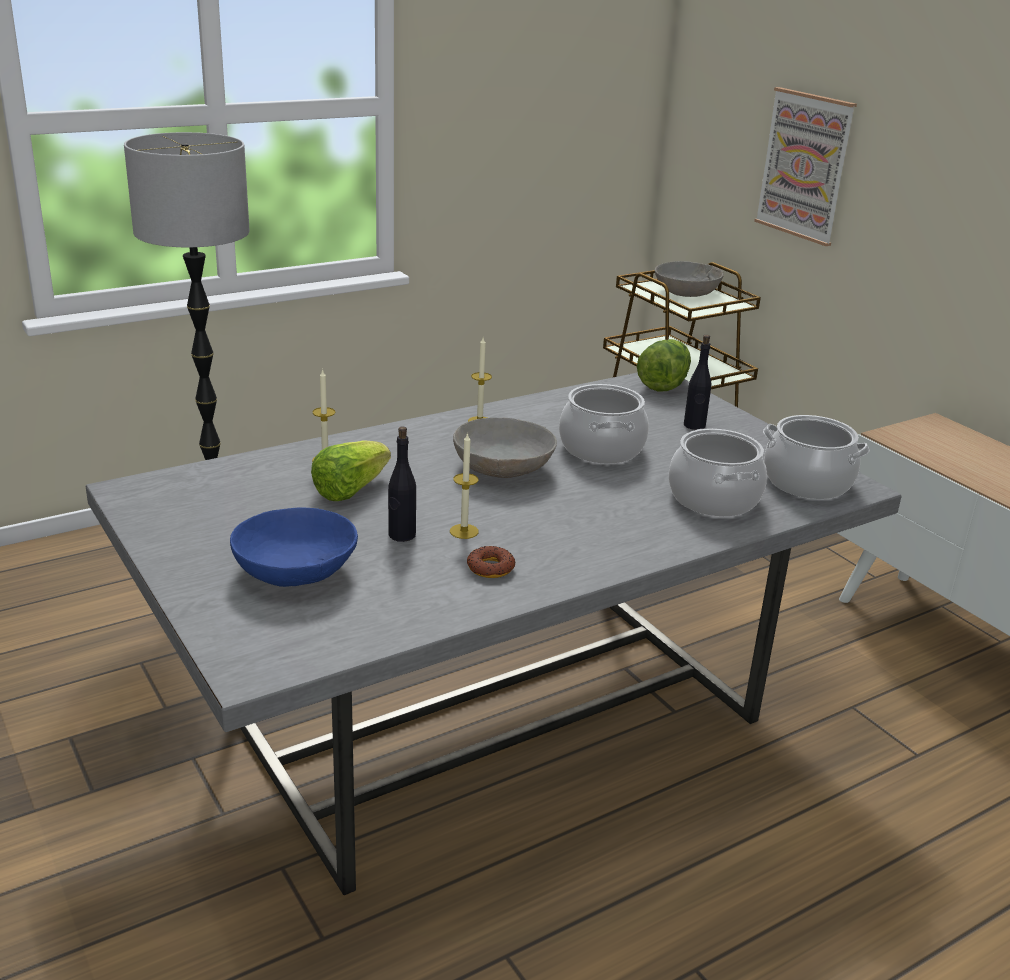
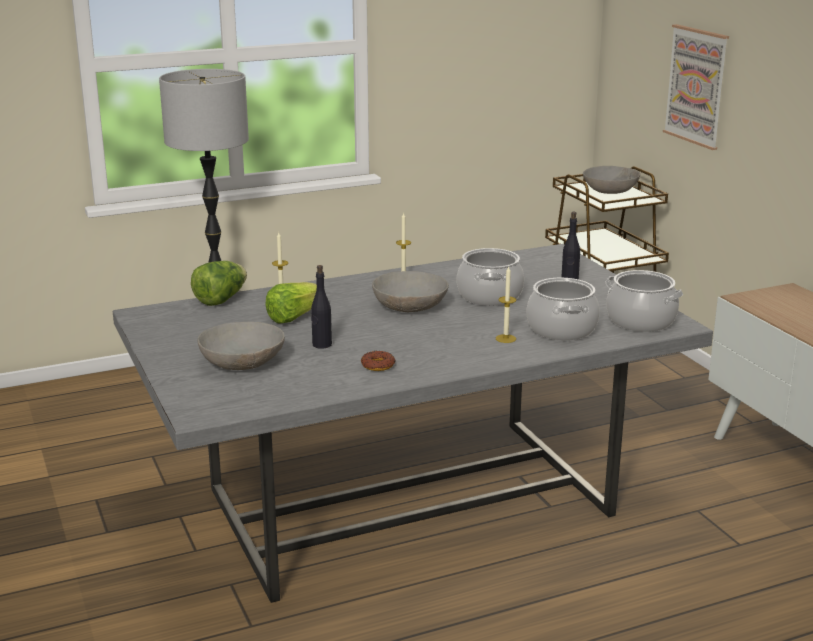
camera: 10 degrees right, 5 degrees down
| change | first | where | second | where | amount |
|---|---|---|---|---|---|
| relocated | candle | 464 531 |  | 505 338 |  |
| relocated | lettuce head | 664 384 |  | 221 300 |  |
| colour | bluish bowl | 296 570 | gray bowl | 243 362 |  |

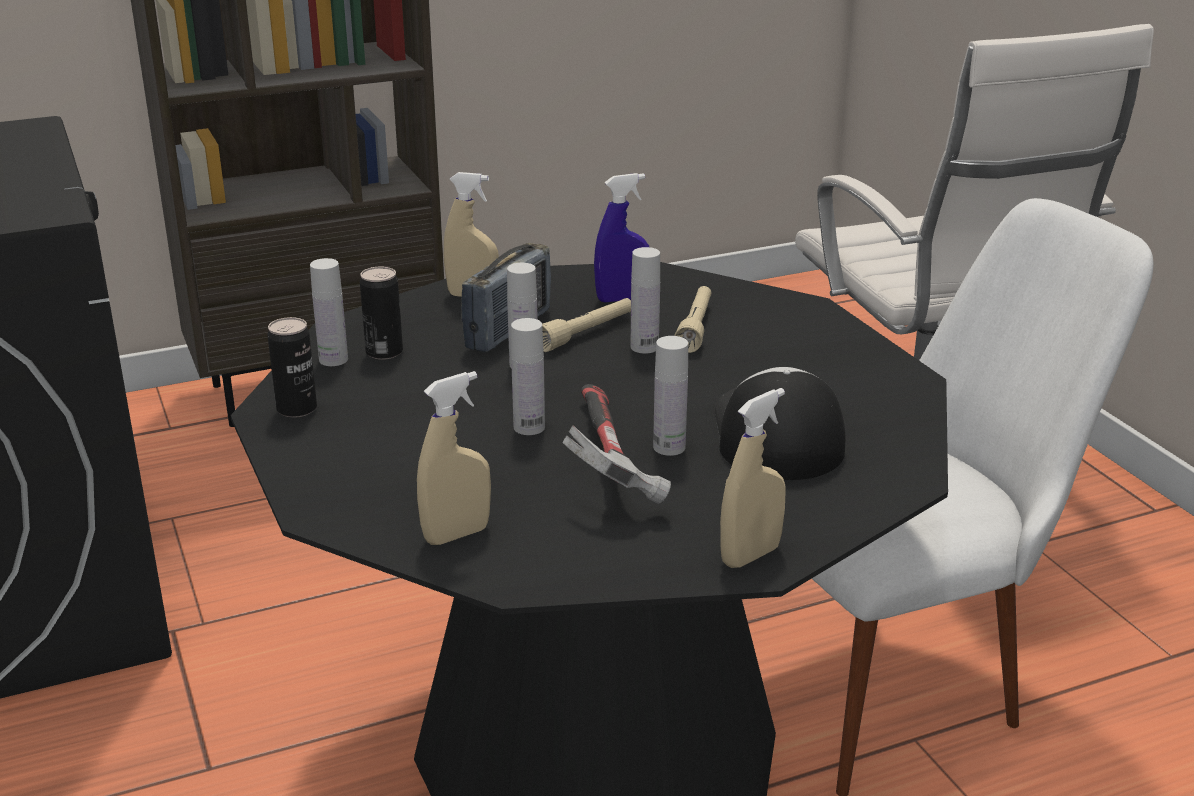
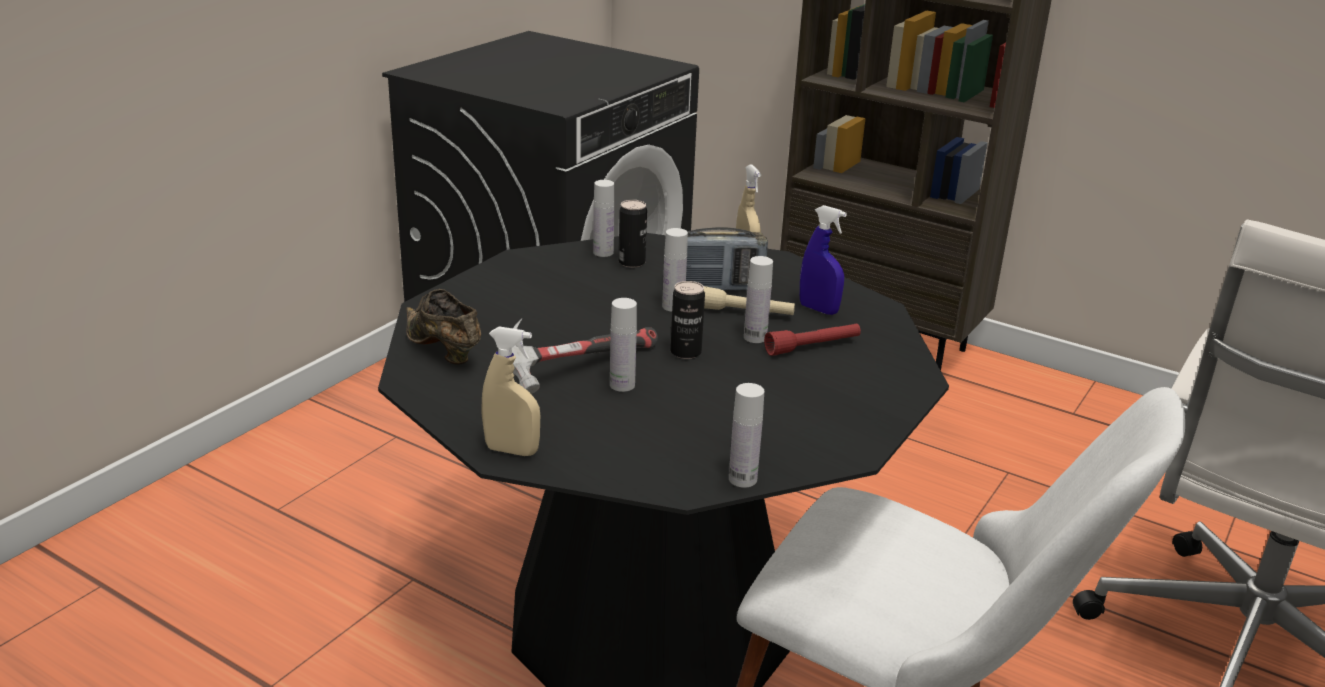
camera: 55 degrees right, 0 degrees up
| change | first | where | second | where | amount |
|---|---|---|---|---|---|
| missing | peaked cap | 775 434 |  |  |  |
| relocated | can | 297 409 |  | 685 352 |  |
| relocated | white-coloured beverage bottle | 529 427 |  | 742 479 |  |
| exchanged | beige-coloured sprayer | 457 534 | brownish low shoe | 442 350 |  |
| colour | beige-coloured flashlight | 695 328 | red flashlight | 813 347 |  |

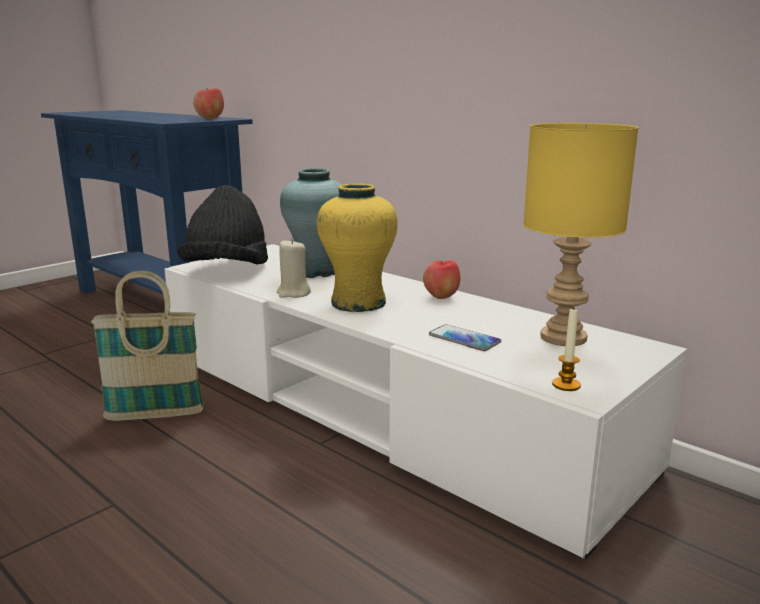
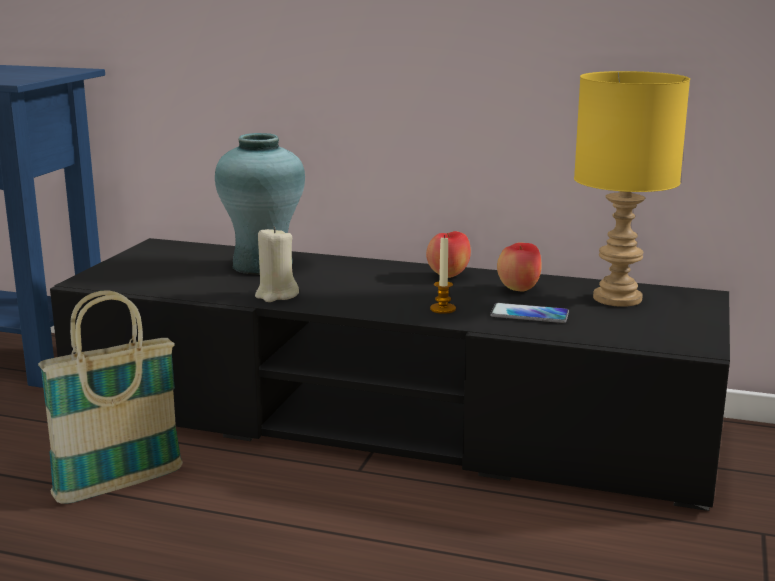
camera: 25 degrees left, 0 degrees up
| change | first | where | second | where | amount |
|---|---|---|---|---|---|
| missing | black hat | 227 271 |  |  |  |
| missing | yellow-coloured vase | 358 303 |  |  |  |
| relocated | apple fruit | 210 119 |  | 519 290 |  |
| relocated | candle | 566 385 |  | 443 309 |  |
| colour | white-coloured tv unit | 380 408 | black tv unit | 387 420 |  |

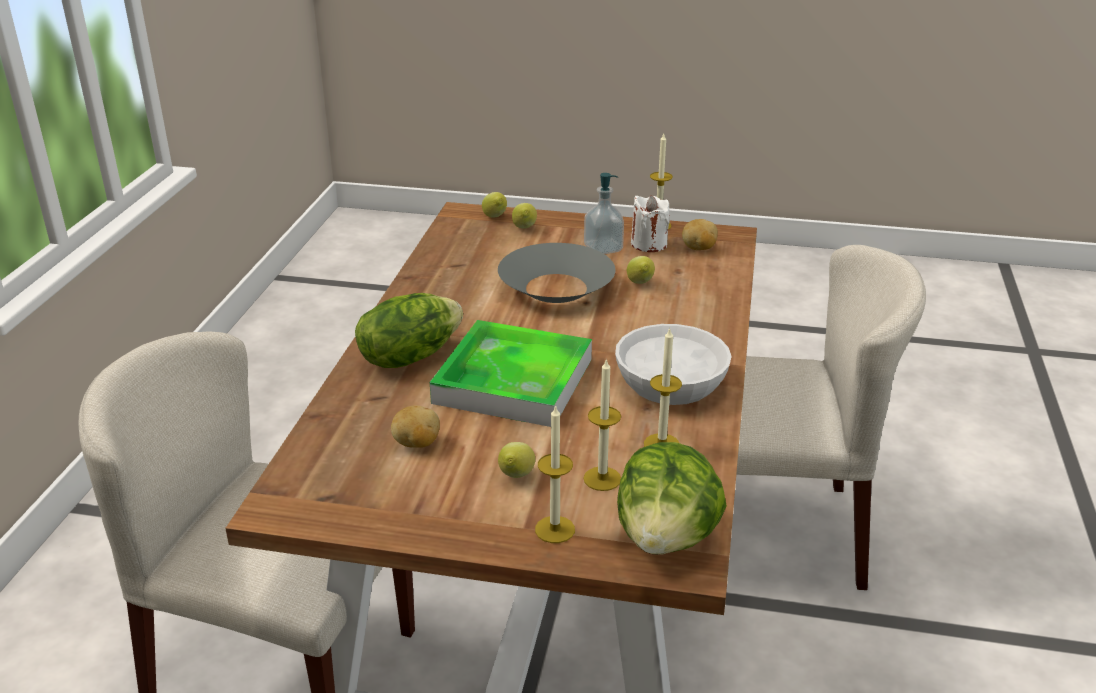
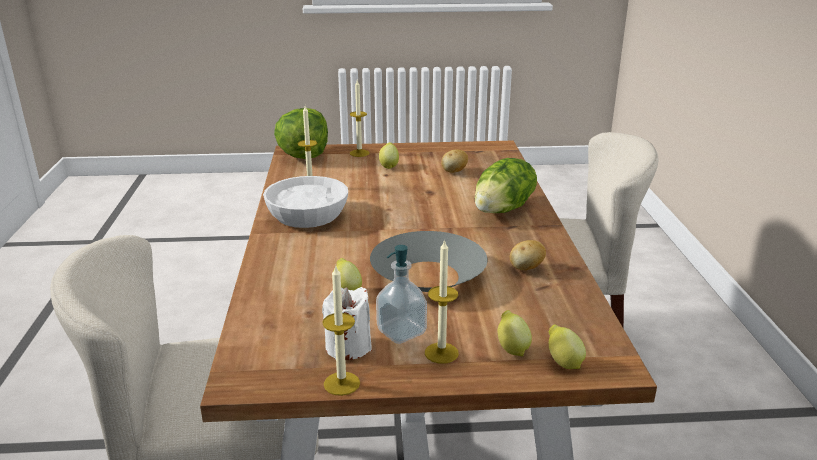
camera: 165 degrees right, 5 degrees down
| change | first | where | second | where | amount |
|---|---|---|---|---|---|
| missing | serving tray | 513 381 |  |  |  |
| relocated | candle | 602 479 |  | 441 353 |  |
| relocated | whole potato | 698 248 |  | 526 268 |  |

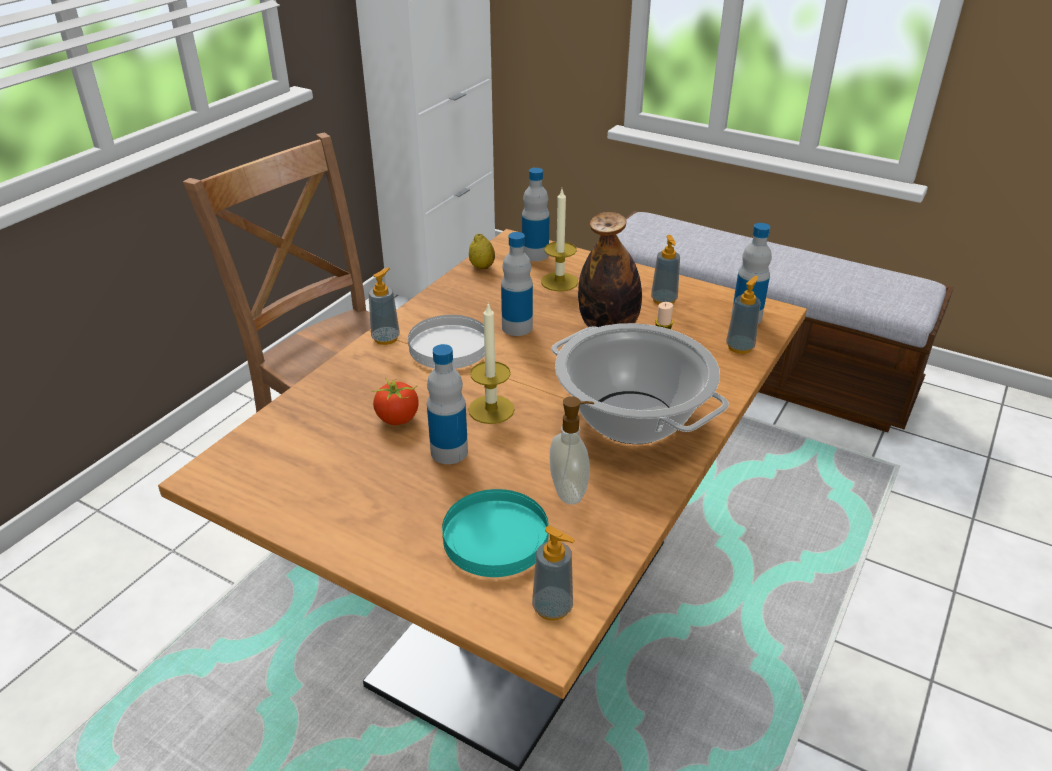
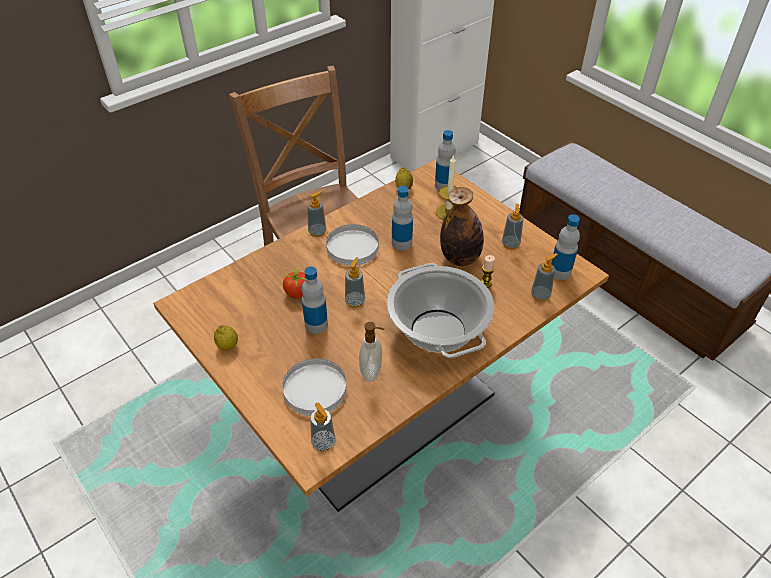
camera: 20 degrees right, 10 degrees up
| change | first | where | second | where | amount |
|---|---|---|---|---|---|
| appeared |  |  | citrus fruit | 228 346 |  |
| exchanged | candle | 491 409 | liquid soap bottle | 355 301 |  |
| colour | turquoise flat dish | 495 536 | white-coloured flat dish | 315 388 |  |

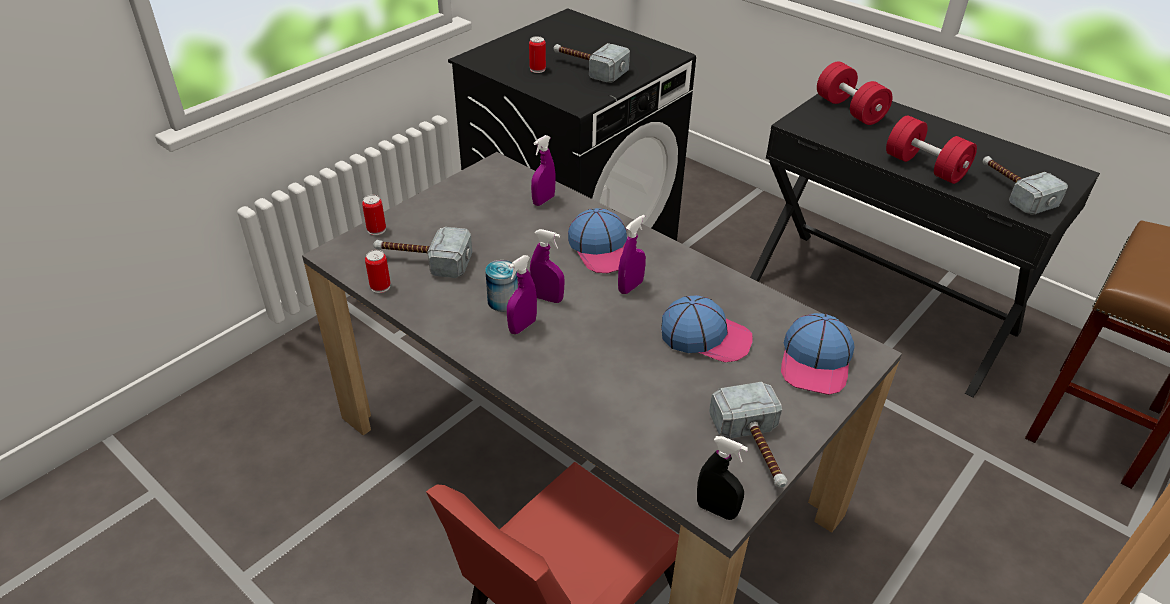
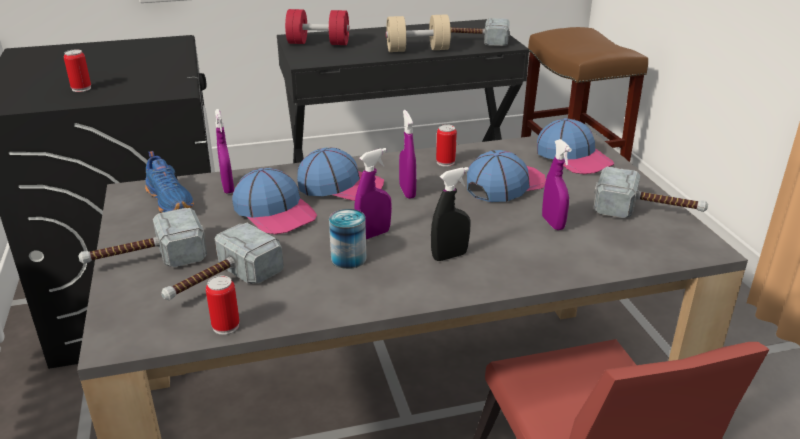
camera: 55 degrees left, 10 degrees down
| change | first | where | second | where | amount |
|---|---|---|---|---|---|
| appeared |  |  | bluish low shoe | 171 200 |  |
| appeared |  |  | peaked cap | 275 212 |  |
| relocated | can | 376 230 |  | 445 162 |  |
| relocated | purplish sprayer | 522 326 |  | 553 223 |  |
| relocated | hammer | 588 68 |  | 146 260 |  |
| relocated | black sprayer | 716 510 |  | 449 256 |  |
| colour | red free weight | 924 167 | beige-coloured free weight | 417 50 |  |

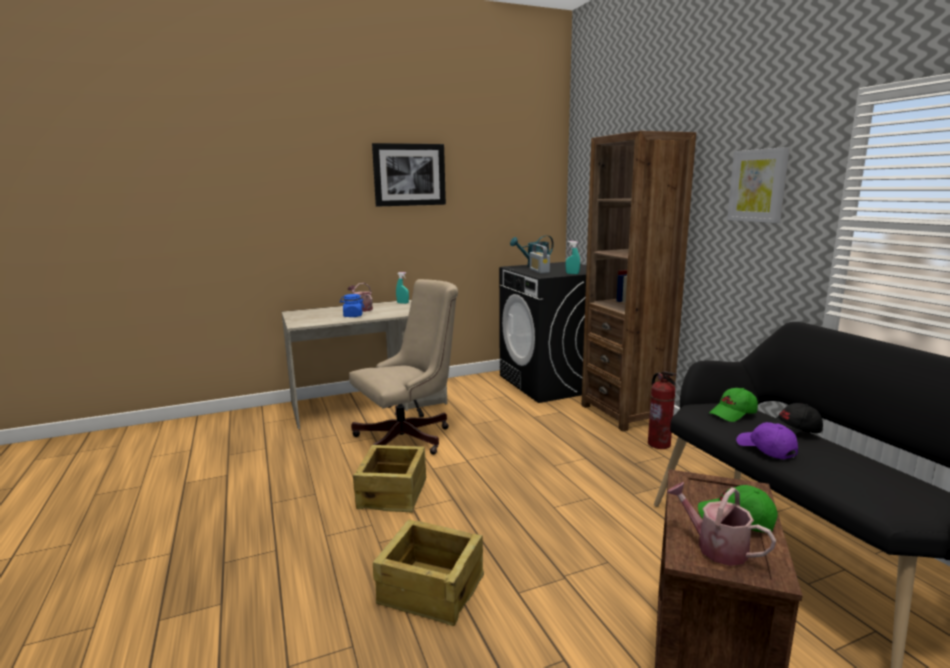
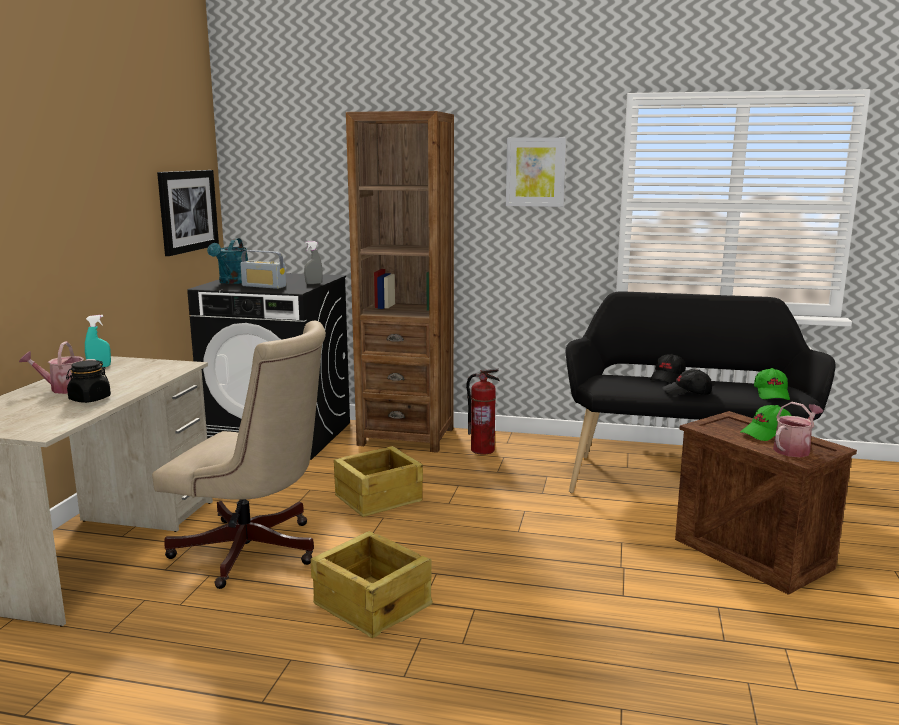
camera: 55 degrees left, 0 degrees up
| change | first | where | second | where | amount |
|---|---|---|---|---|---|
| relocated | wall art | 409 175 |  | 187 211 |  |
| relocated | packing crate | 430 588 |  | 377 498 |  |
| relocated | green peaked cap | 733 414 |  | 772 394 |  |
| colour | bluish storage jar | 353 316 | black storage jar | 89 399 |  |
| colour | turquoise sprayer | 572 274 | gray sprayer | 313 283 |  |
| colour | purplish peaked cap | 765 449 | black peaked cap | 687 393 |  |
| spun | beige-coloured desk chair | 409 437 |  | 255 553 | 105 degrees clockwise |
| spun | watering can | 715 547 |  | 794 449 | 150 degrees clockwise |

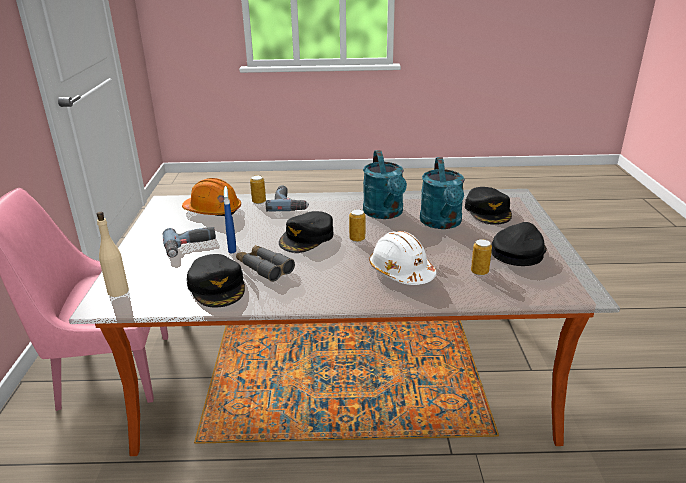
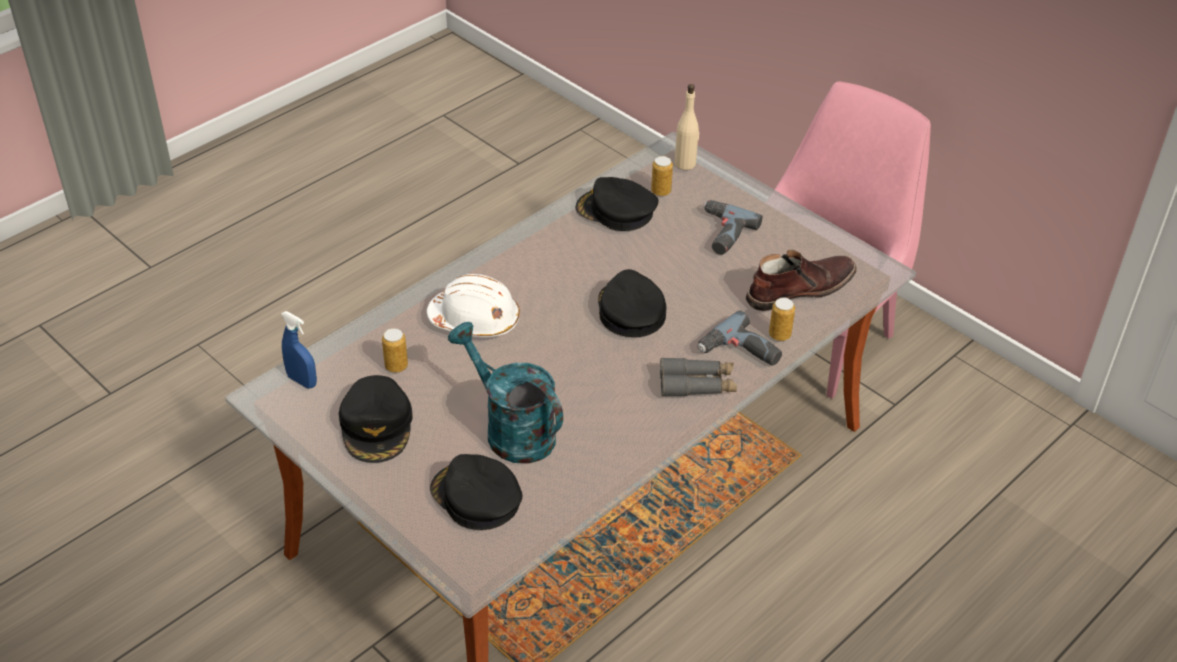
camera: 135 degrees right, 15 degrees up
| change | first | where | second | where | amount |
|---|---|---|---|---|---|
| missing | turquoise watering can | 385 213 |  |  |  |
| relocated | bluish sprayer | 232 248 |  | 302 381 |  |
| relocated | gray field glasses | 264 268 |  | 697 384 |  |
| relocated | can | 357 239 |  | 661 191 |  |
| exchanged | orange-coloured work helmet | 213 210 | brownish tall boot | 799 289 |  |

